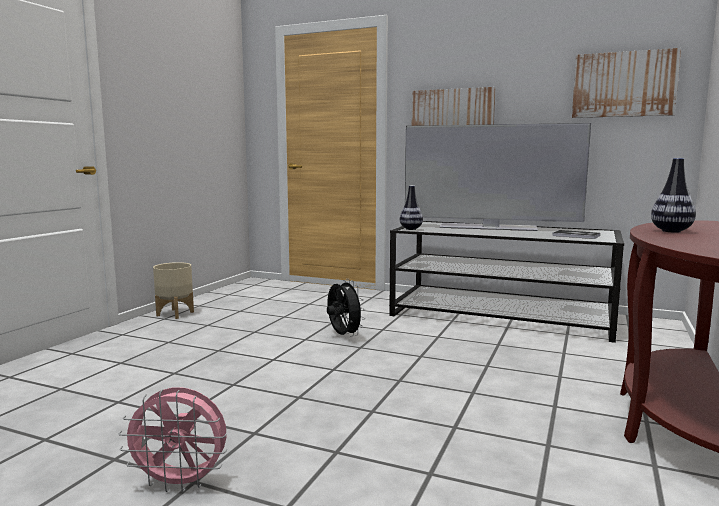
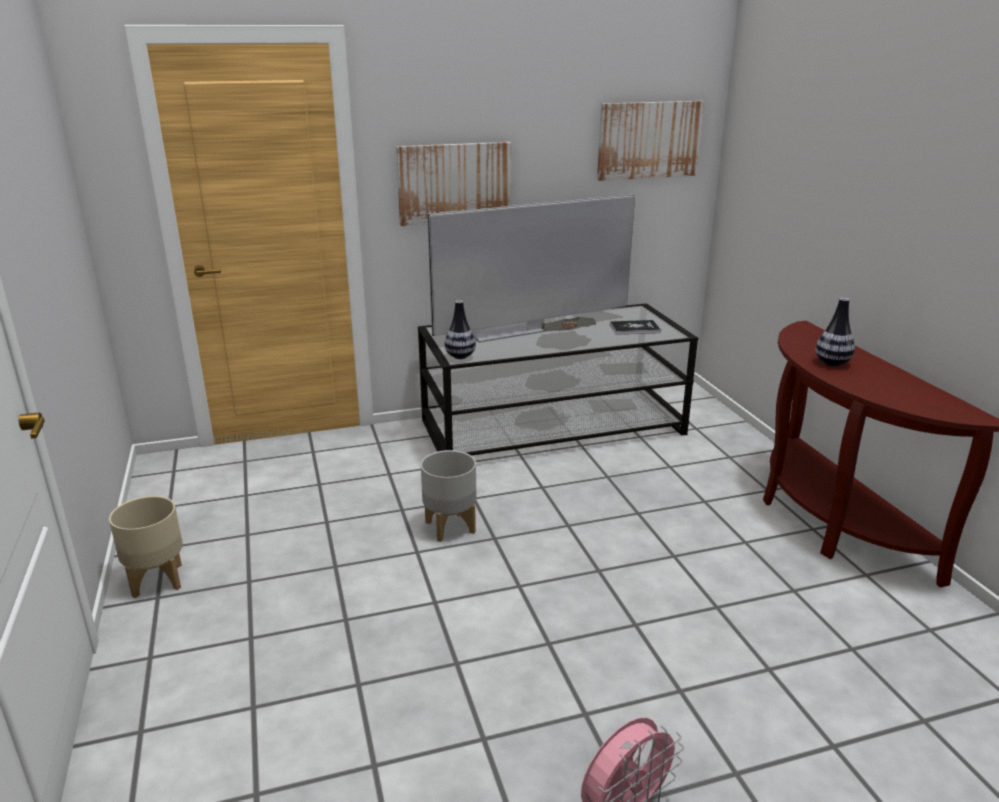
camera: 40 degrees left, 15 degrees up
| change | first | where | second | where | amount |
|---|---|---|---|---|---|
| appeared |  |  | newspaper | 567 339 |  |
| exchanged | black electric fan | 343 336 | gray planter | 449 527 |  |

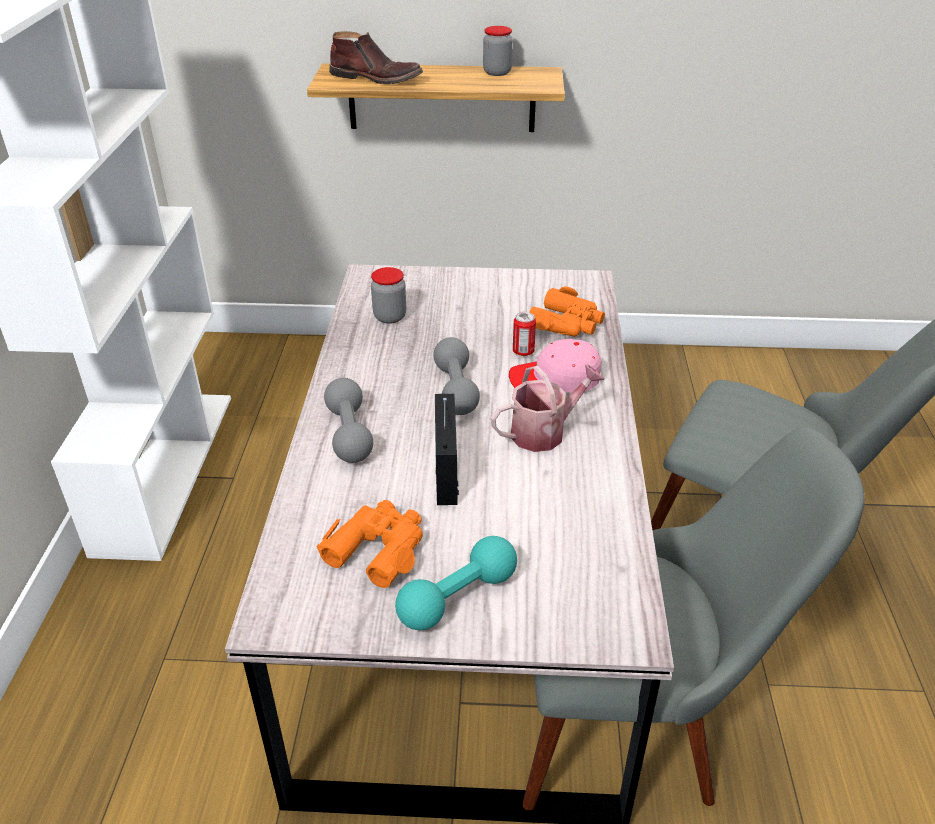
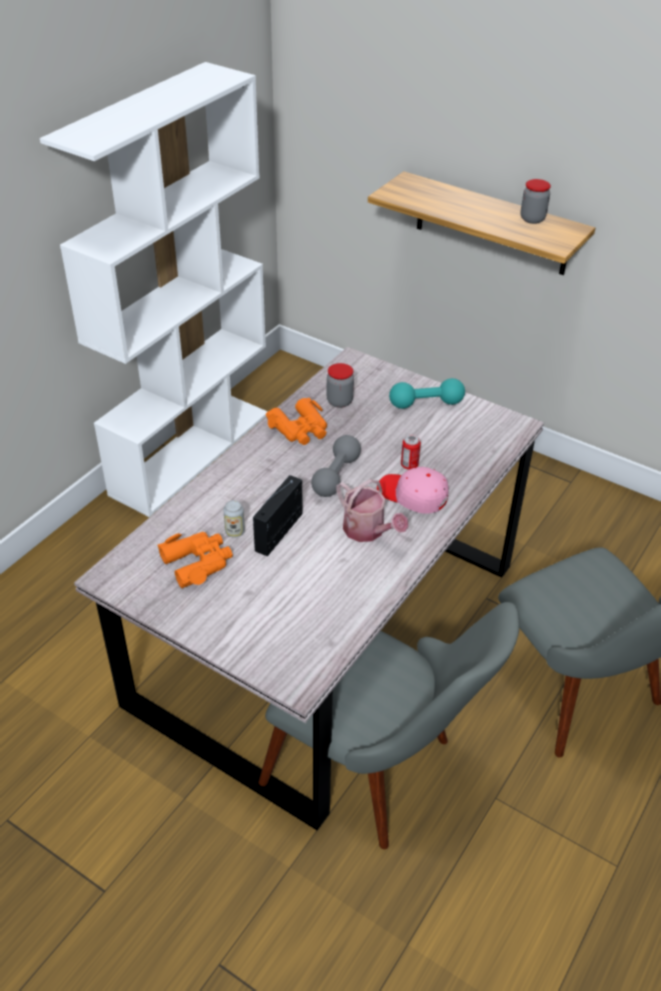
camera: 30 degrees right, 5 degrees up
| change | first | where | second | where | amount |
|---|---|---|---|---|---|
| missing | gray free weight | 349 434 |  |  |  |
| missing | brownish tall boot | 376 78 |  |  |  |
| appeared |  |  | can | 235 532 |  |
| relocated | turquoise free weight | 458 597 |  | 426 404 |  |
| relocated | orange-coloured field glasses | 567 323 |  | 300 429 |  |
| spun | watering can | 544 432 |  | 368 531 | 45 degrees clockwise |

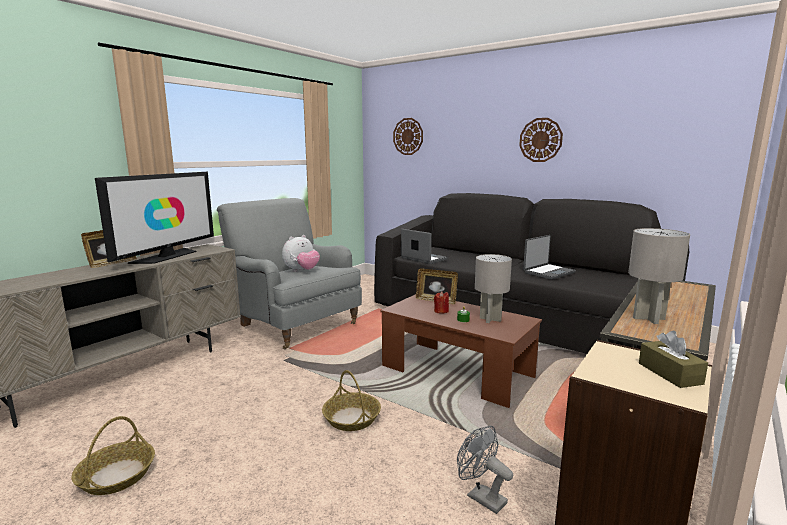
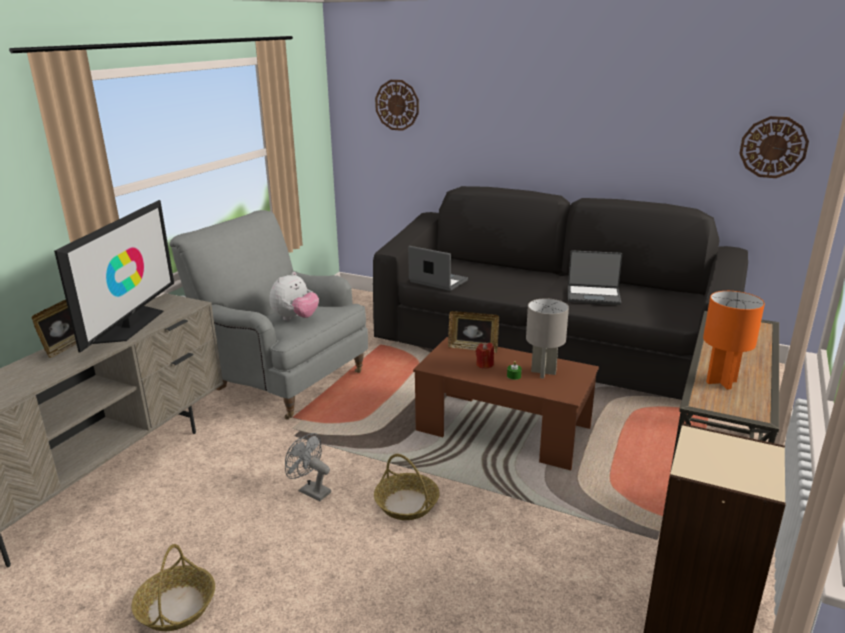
camera: 10 degrees left, 10 degrees up
| change | first | where | second | where | amount |
|---|---|---|---|---|---|
| missing | brownish tissue holder | 669 373 |  |  |  |
| relocated | gray electric fan | 481 497 |  | 310 491 |  |
| relocated | hanging clock | 540 140 |  | 773 147 |  |
| colour | gray table lamp | 649 318 | orange-coloured table lamp | 721 381 |  |
| spun | portable computer | 548 272 |  | 593 295 | 60 degrees clockwise |

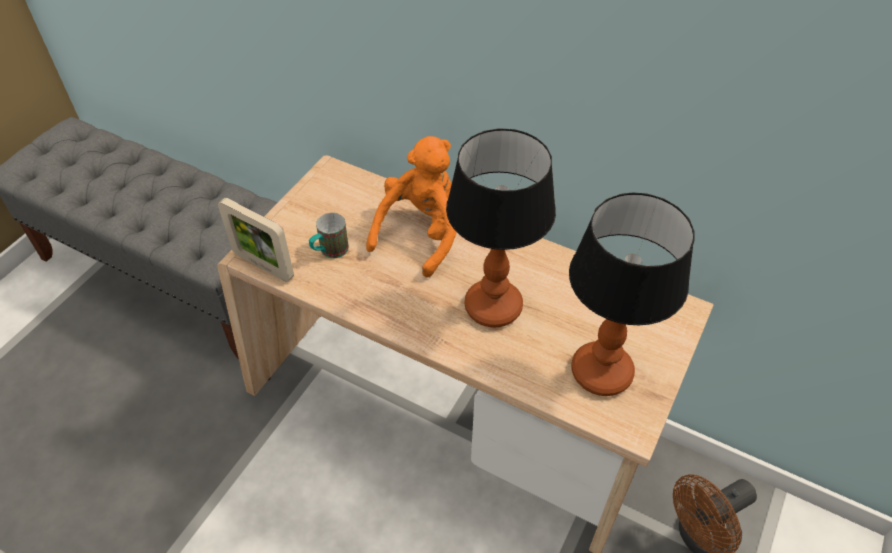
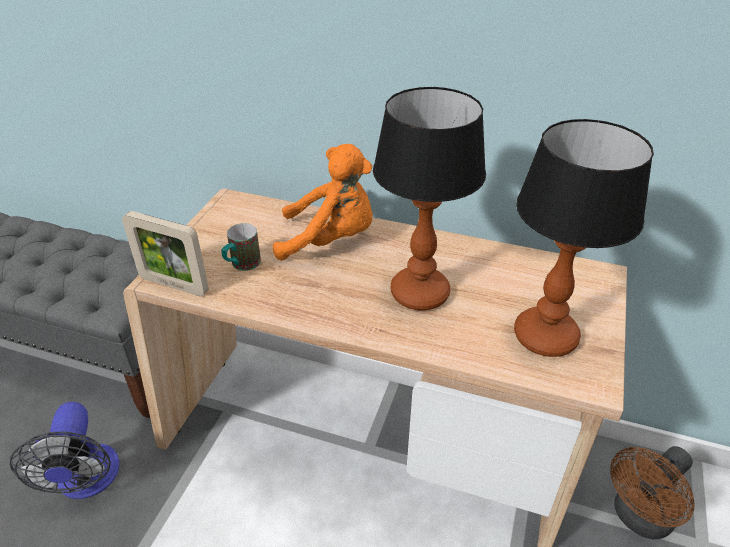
camera: 10 degrees left, 10 degrees down
| change | first | where | second | where | amount |
|---|---|---|---|---|---|
| appeared |  |  | electric fan | 87 481 |  |
| spun | orange-coloured cuddly toy | 421 233 |  | 330 240 | 75 degrees clockwise |

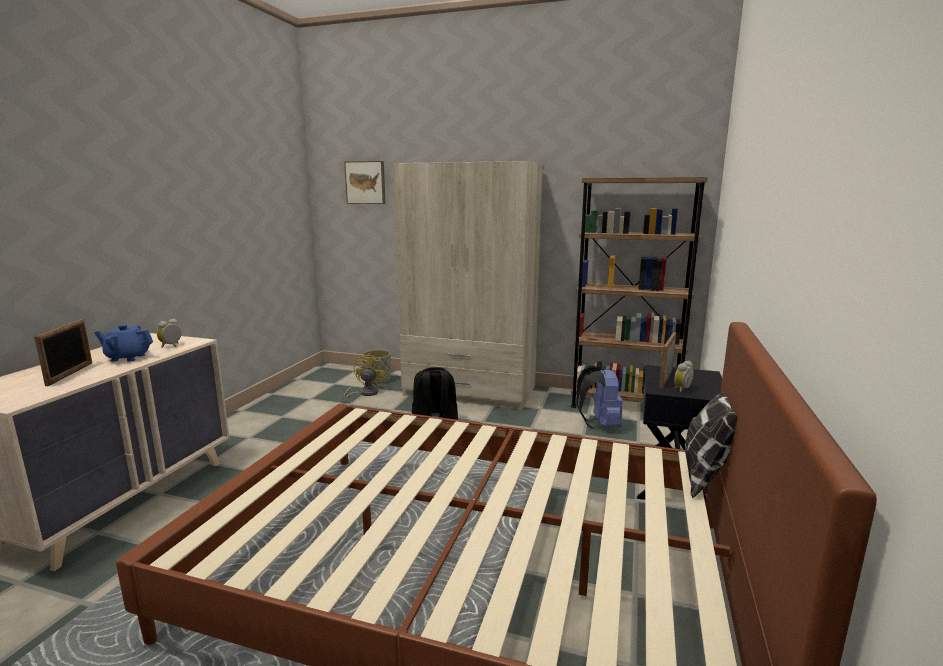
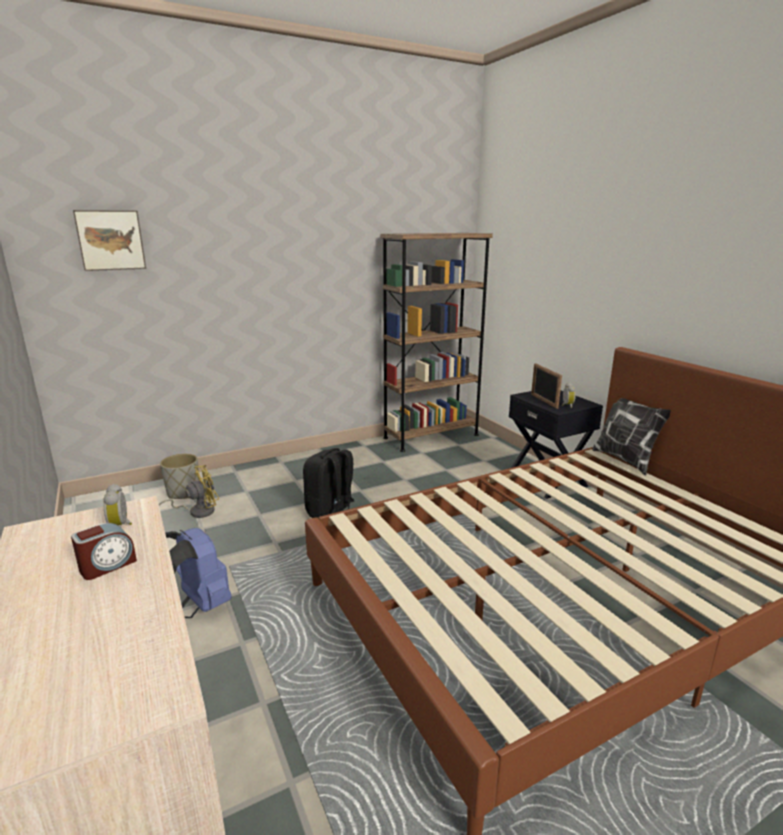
camera: 45 degrees left, 5 degrees up
| change | first | where | second | where | amount |
|---|---|---|---|---|---|
| missing | picture frame | 70 374 |  |  |  |
| missing | beige-coloured clothes cupboard | 470 391 |  |  |  |
| relocated | bluish backpack | 600 425 |  | 198 606 |  |
| exchanged | bluish tea pot | 127 357 | alarm clock | 107 565 |  |
| spun | yellow-coloured electric fan | 365 393 |  | 197 511 | 90 degrees clockwise |

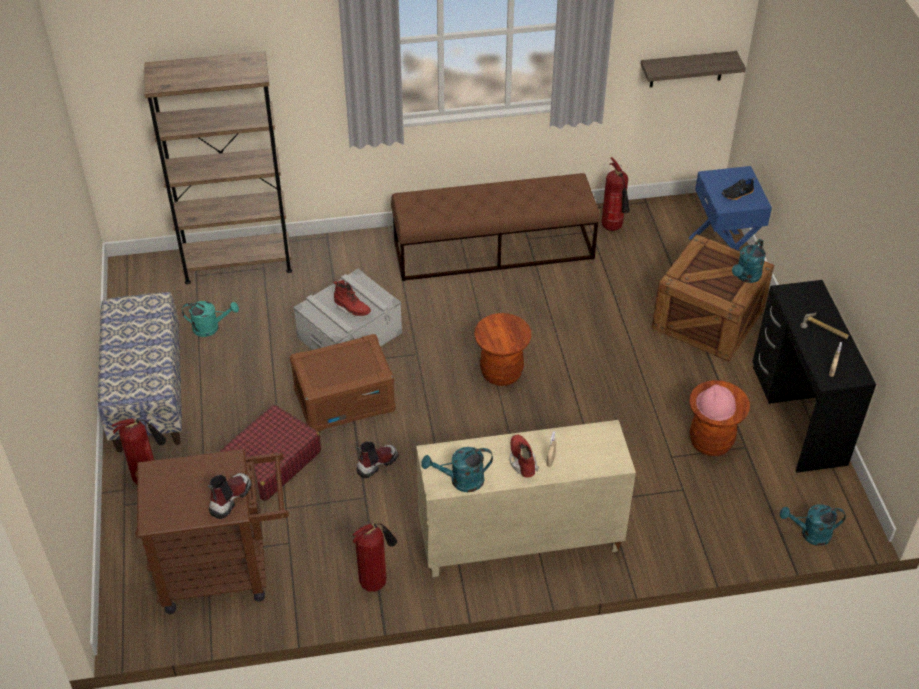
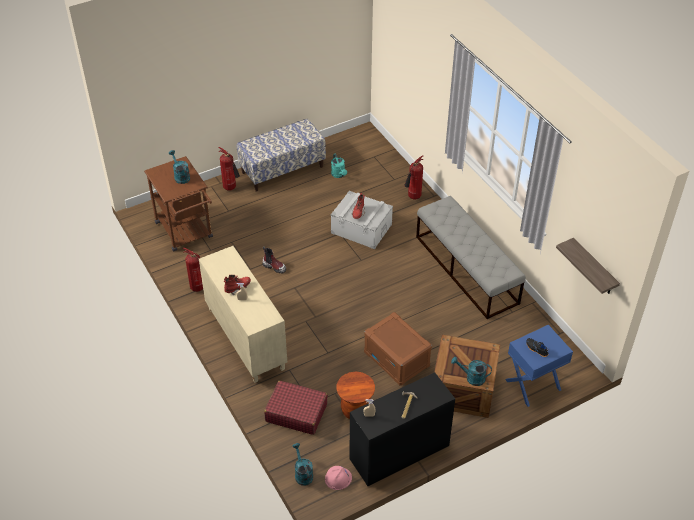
camera: 70 degrees right, 0 degrees up
| change | first | where | second | where | amount |
|---|---|---|---|---|---|
| missing | brownish bookcase | 237 262 |  |  |  |
| missing | tall boot | 230 498 |  |  |  |
| missing | brownish sitting stool | 501 373 |  |  |  |
| relocated | red piece of luggage | 270 461 |  | 296 412 |  |
| relocated | brownish storage bin | 345 400 |  | 397 359 |  |
| relocated | turquoise watering can | 461 481 |  | 180 176 |  |
| relocated | fire-fighting cylinder | 613 228 |  | 413 197 |  |
| relocated | pinkish work helmet | 715 405 |  | 338 478 |  |
| colour | brownish indoor bench | 494 250 | gray indoor bench | 466 270 |  |

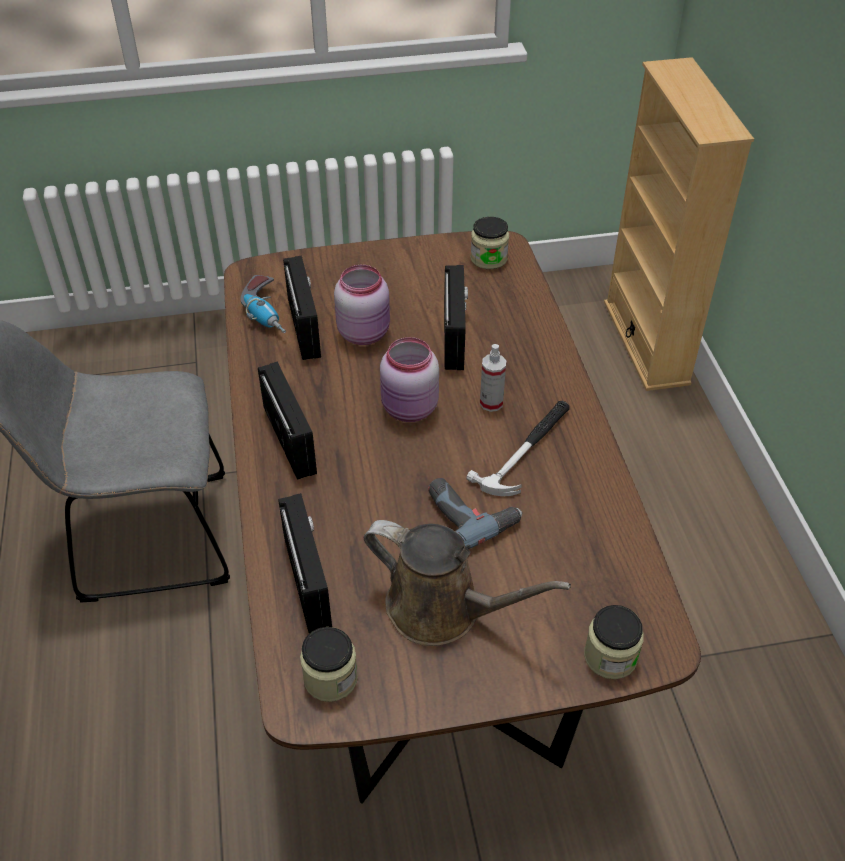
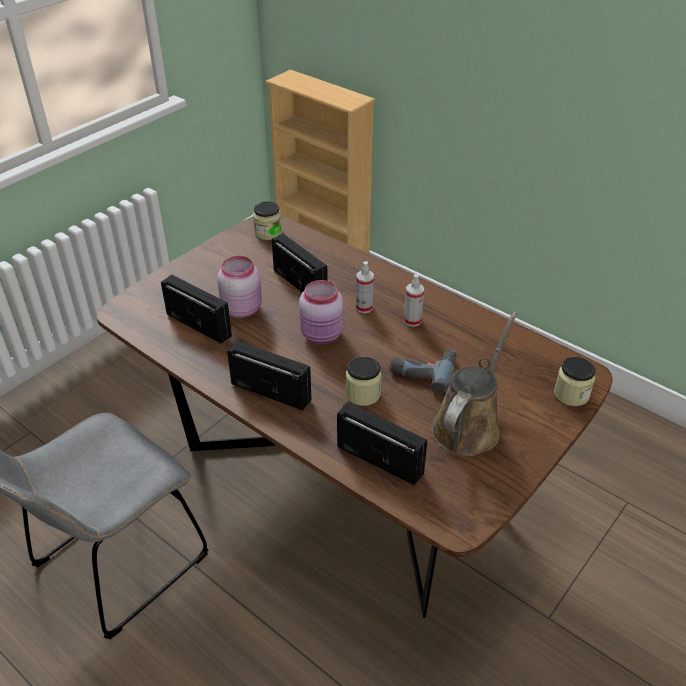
camera: 40 degrees left, 5 degrees down
| change | first | where | second | where | amount |
|---|---|---|---|---|---|
| missing | drill | 269 313 |  |  |  |
| relocated | storage jar | 330 678 |  | 363 394 |  |
| exchanged | hammer | 527 450 | sprayer | 412 321 |  |
| spun | brownish watering can | 443 609 |  | 468 425 | 45 degrees counterclockwise |

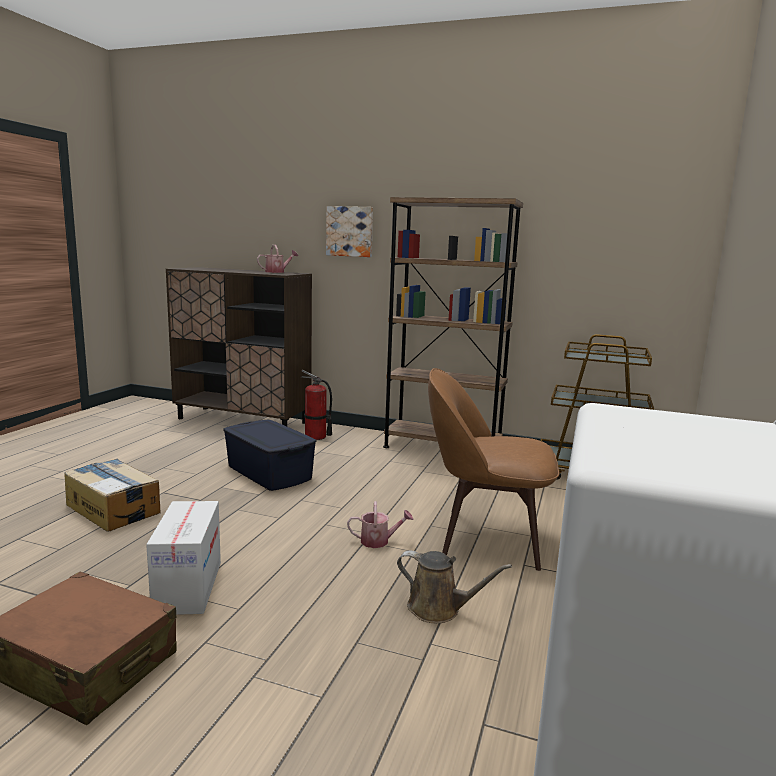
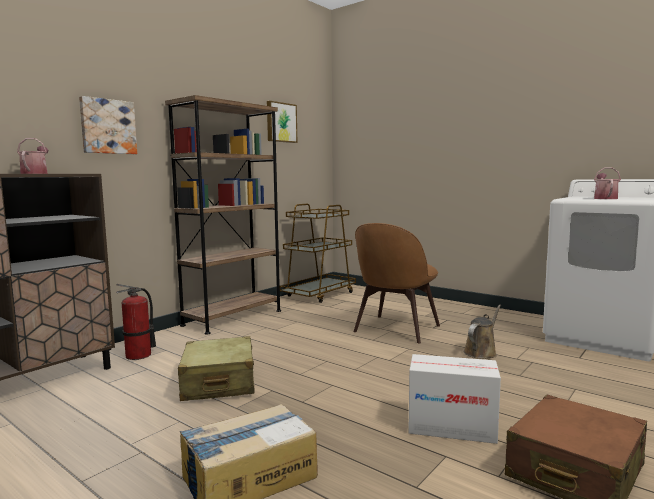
camera: 70 degrees left, 5 degrees down
| change | first | where | second | where | amount |
|---|---|---|---|---|---|
| appeared |  |  | wall art | 280 122 |  |
| relocated | watering can | 379 541 |  | 604 198 |  |
| exchanged | bluish storage bin | 269 472 | beige-coloured piece of luggage | 219 383 |  |

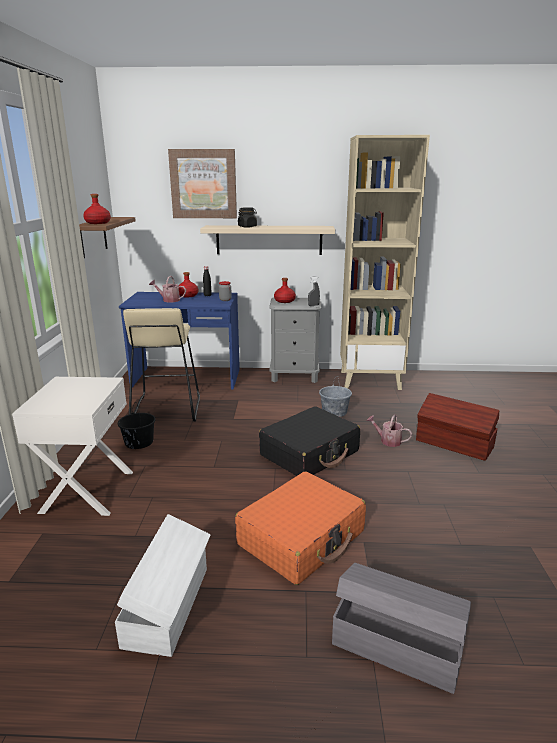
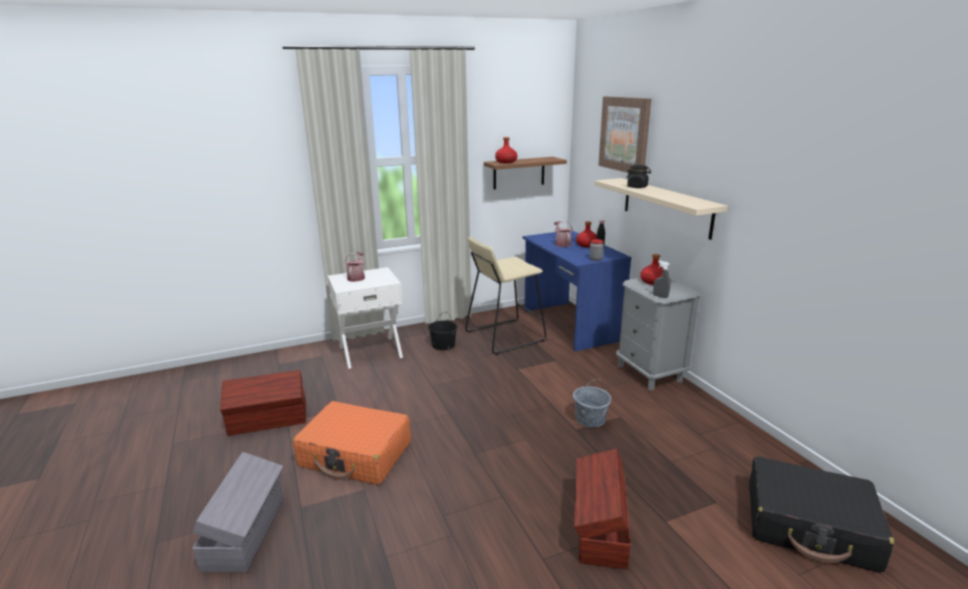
camera: 65 degrees right, 0 degrees up
| change | first | where | second | where | amount |
|---|---|---|---|---|---|
| missing | beige-coloured bookcase | 370 380 |  |  |  |
| relocated | black piece of luggage | 310 453 |  | 810 526 |  |
| relocated | watering can | 388 441 |  | 356 277 |  |
| colour | white-coloured storage bin | 169 605 | brownish storage bin | 269 420 |  |

